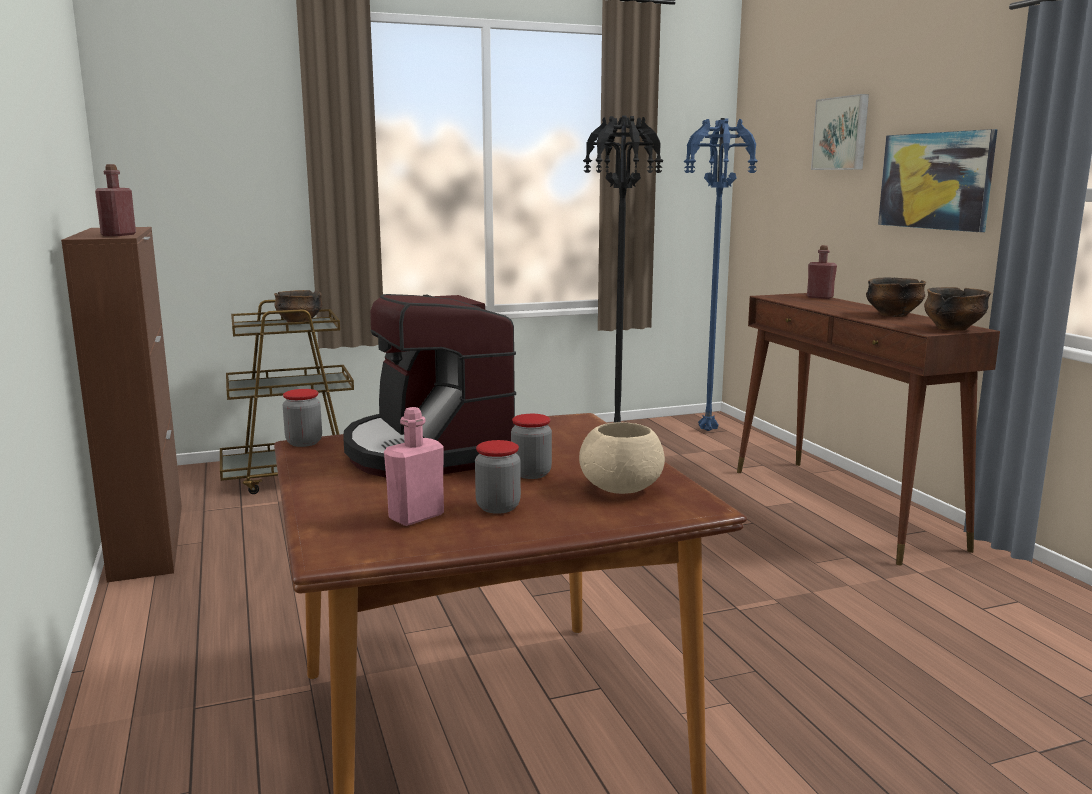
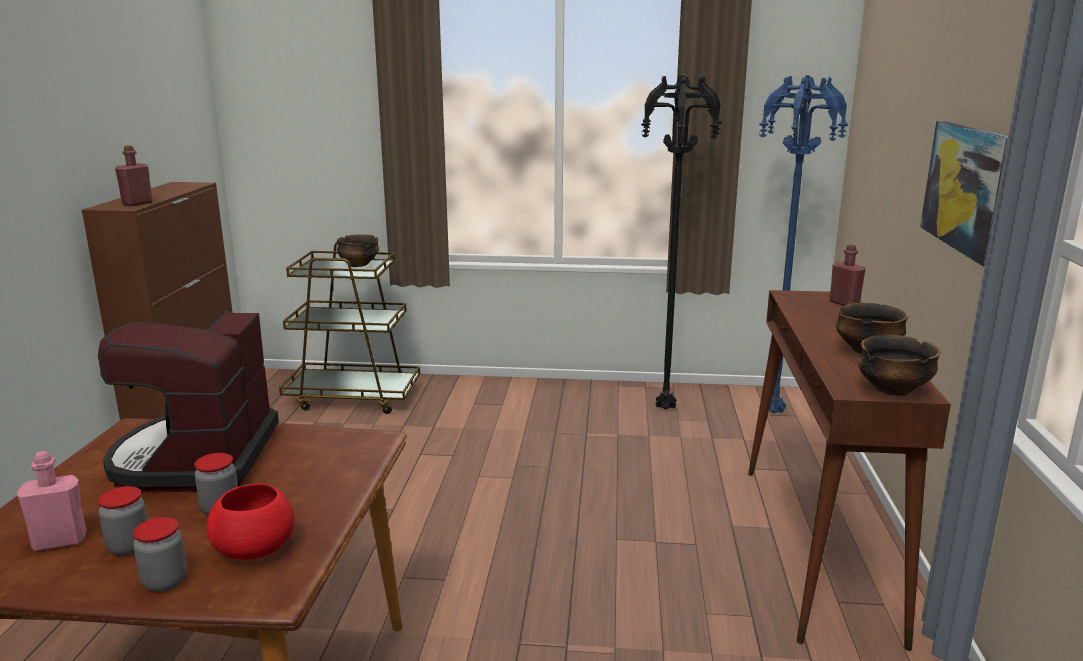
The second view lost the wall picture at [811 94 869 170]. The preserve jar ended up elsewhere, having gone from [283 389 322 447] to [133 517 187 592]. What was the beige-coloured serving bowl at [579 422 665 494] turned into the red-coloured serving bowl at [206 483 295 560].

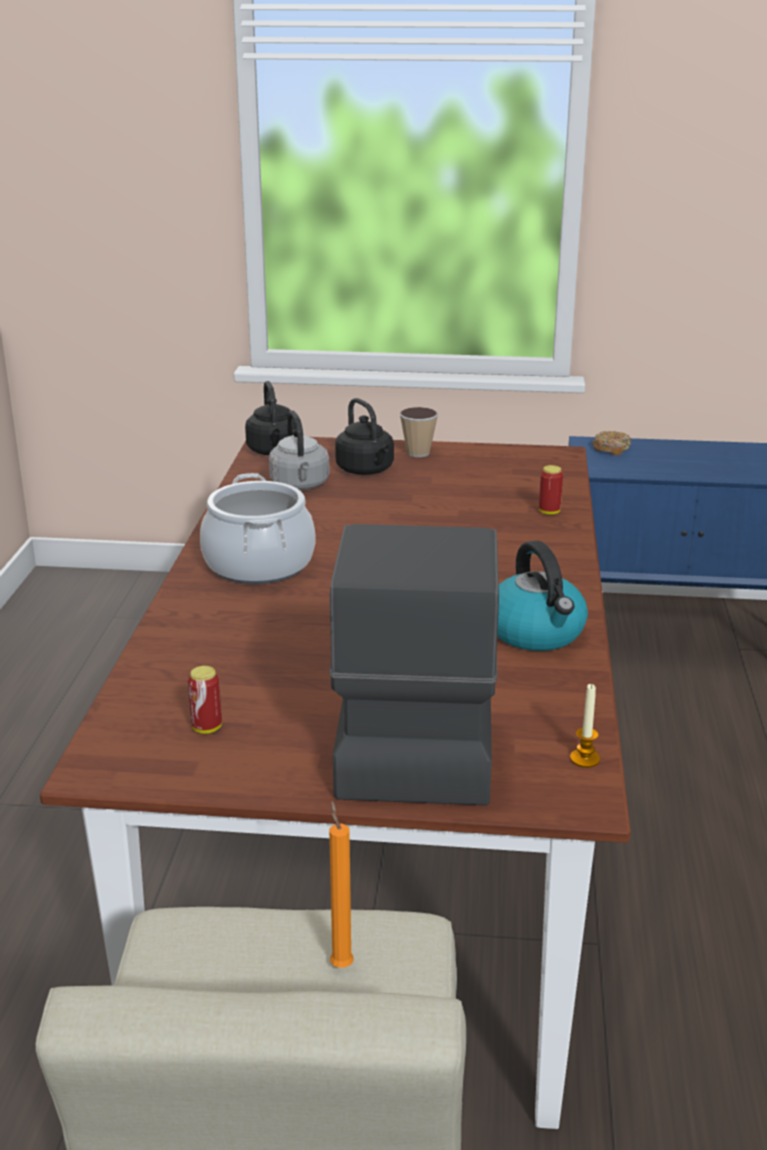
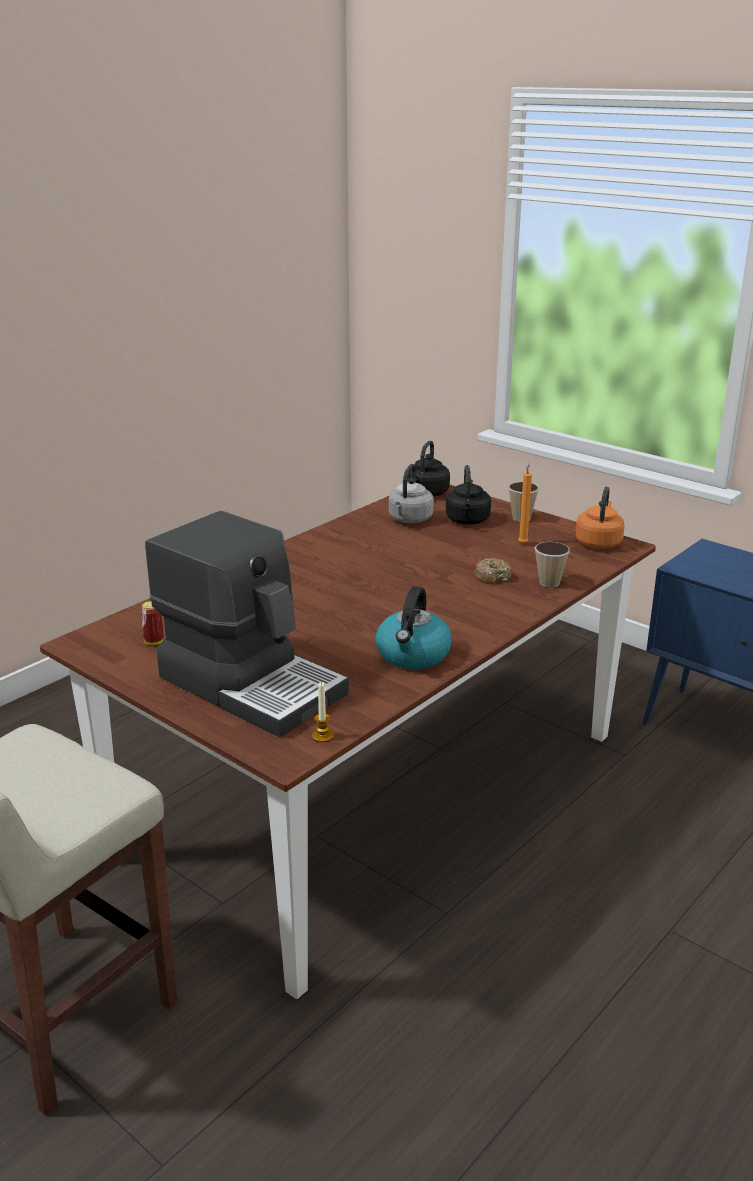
The second view lost the saucepot at [200 473 316 584]. The second view gained the orange water kettle at [575 487 625 549]. The orange candle ended up elsewhere, having gone from [329 801 354 968] to [518 463 532 544]. The ring doughnut ended up elsewhere, having gone from [593 431 631 456] to [474 558 512 584]. Where the can stood at [539 465 563 515], the small cup came to stand at [534 542 570 588]. The coffee brewer at [329 524 499 805] ended up facing another way, 90 degrees clockwise from before.

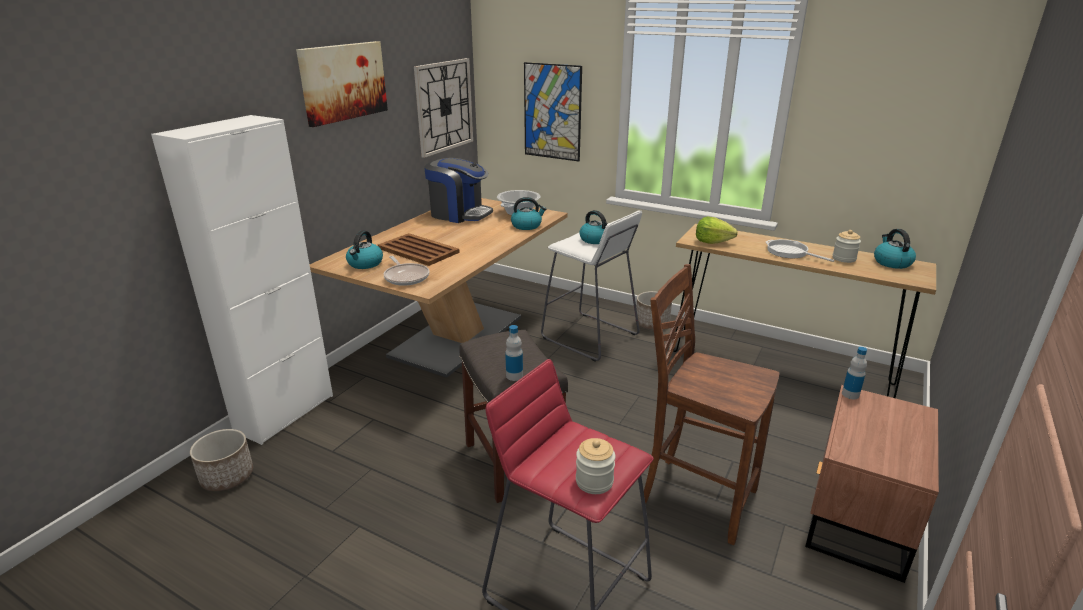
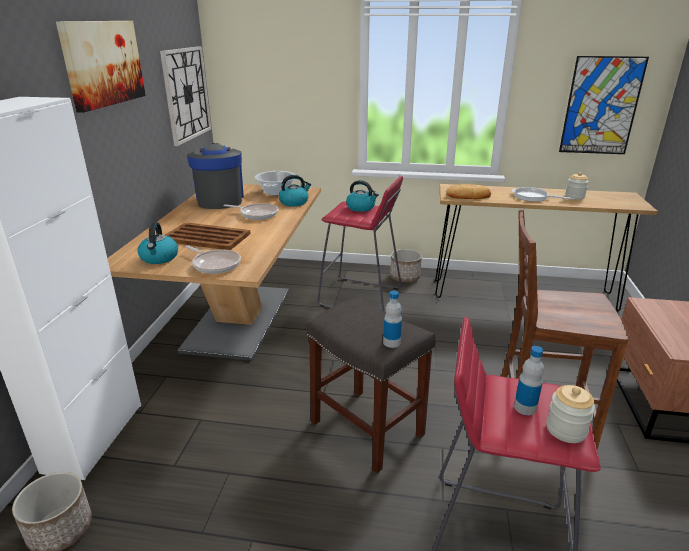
The second view lost the water kettle at [874 229 916 269]. The second view gained the skillet at [223 203 278 220]. The wall picture ended up elsewhere, having gone from [524 62 582 162] to [559 56 649 154]. The beverage bottle ended up elsewhere, having gone from [842 347 867 399] to [514 346 544 415]. Where the lettuce head stood at [696 217 738 244], the baked bread came to stand at [446 184 491 199]. What was the white-coloured sitting stool at [541 211 642 362] turned into the red-coloured sitting stool at [318 176 403 311]. The coffee brewer at [424 158 493 223] ended up facing another way, 105 degrees counterclockwise from before.

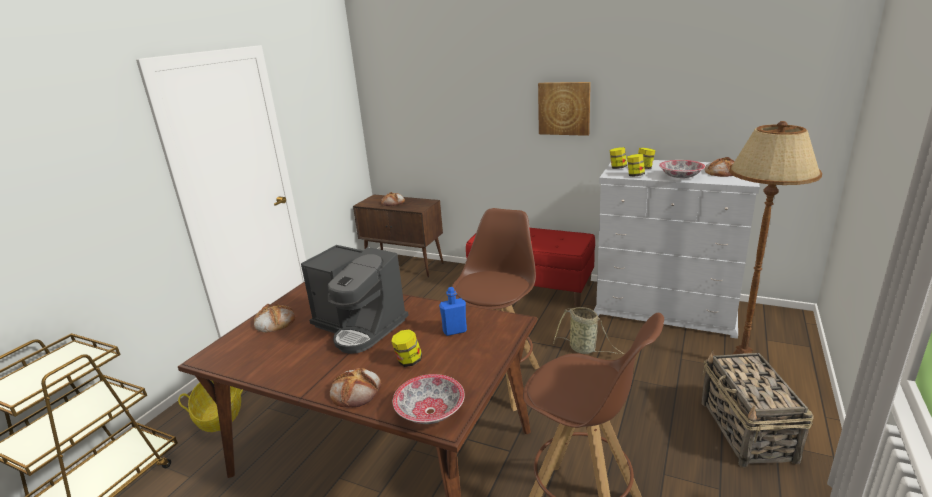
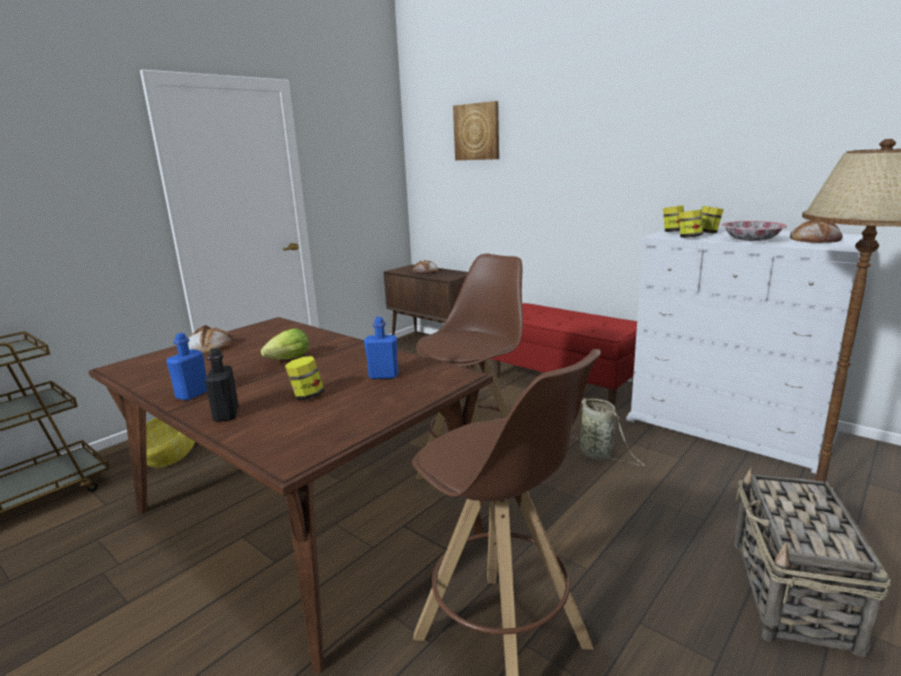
The second view lost the serving bowl at [393 374 465 424]. The second view gained the blue beverage bottle at [166 333 207 401]. The wall picture ended up elsewhere, having gone from [538 82 591 136] to [453 101 499 160]. Where the coffee brewer stood at [301 245 409 354], the lettuce head came to stand at [261 328 309 359]. Where the baked bread stood at [330 368 381 407], the black-coloured beverage bottle came to stand at [205 348 239 422].

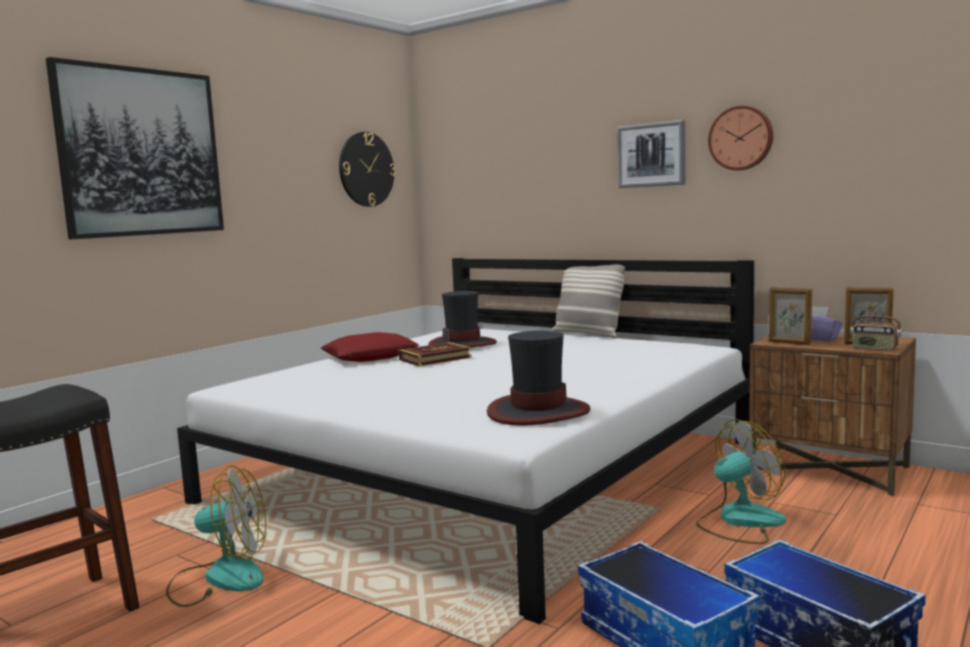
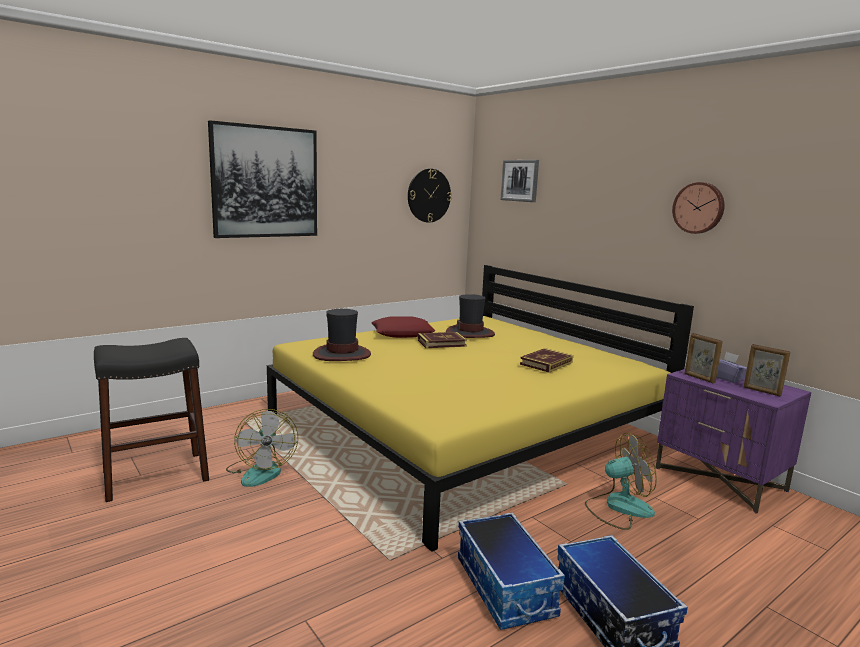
The second view lost the throw pillow at [552 264 625 338]. The second view lost the radio receiver at [850 302 902 351]. The second view gained the bound book at [520 348 573 373]. The hat ended up elsewhere, having gone from [487 330 590 426] to [313 309 371 361]. The wall picture ended up elsewhere, having gone from [617 120 685 188] to [501 160 539 202]. What was the white-coloured bedroom bed at [177 258 754 624] turned into the yellowish bedroom bed at [267 265 694 552]. What was the brown bedside table at [749 333 916 496] turned into the purple bedside table at [655 369 811 514]. The fan at [166 466 266 607] ended up facing another way, 60 degrees clockwise from before.

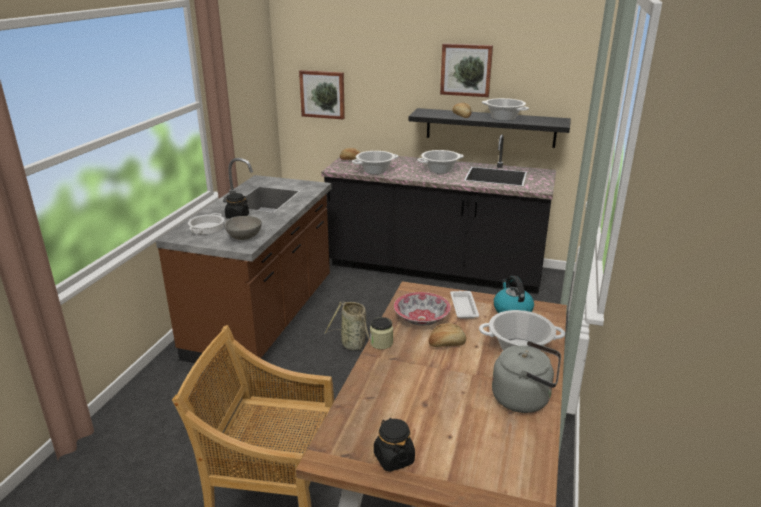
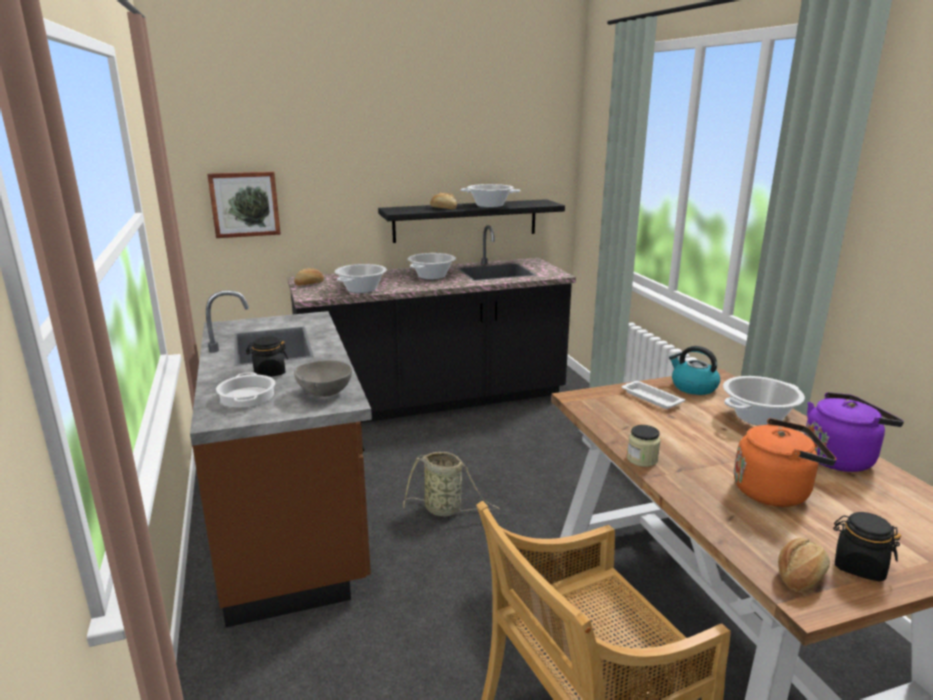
The second view lost the serving bowl at [394 292 451 326]. The second view lost the wall picture at [440 43 493 97]. The second view gained the orange water kettle at [734 418 836 507]. The baked bread ended up elsewhere, having gone from [429 323 466 347] to [778 538 830 591]. What was the greyish water kettle at [492 341 561 413] turned into the purple water kettle at [805 392 904 472].

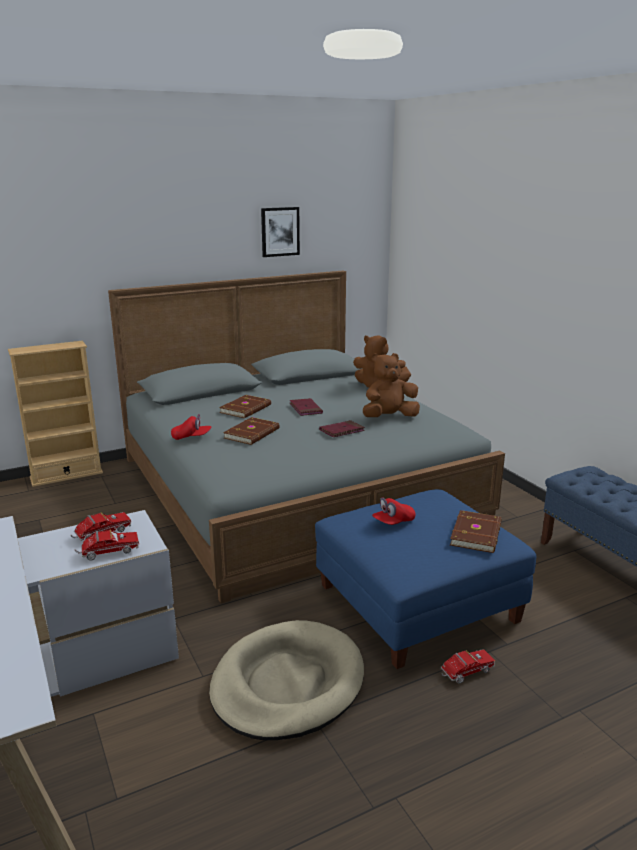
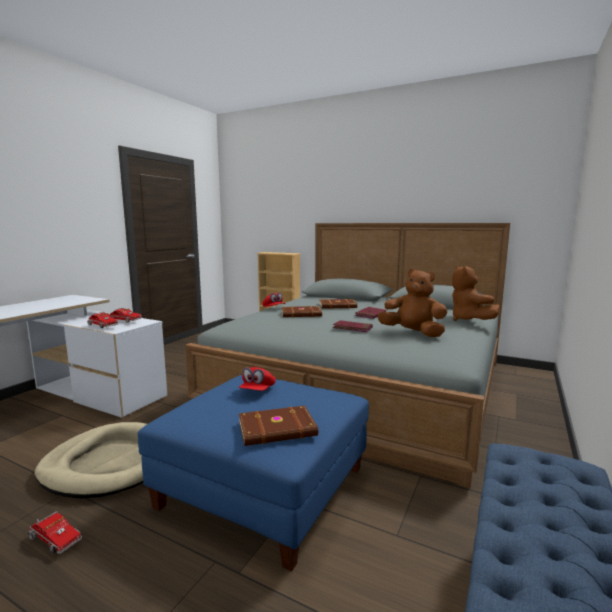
The second view lost the wall picture at [261 207 300 257]. The toy truck ended up elsewhere, having gone from [441 650 495 684] to [28 511 82 554]. The red-coloured cap at [372 498 416 525] ended up facing another way, 90 degrees counterclockwise from before.

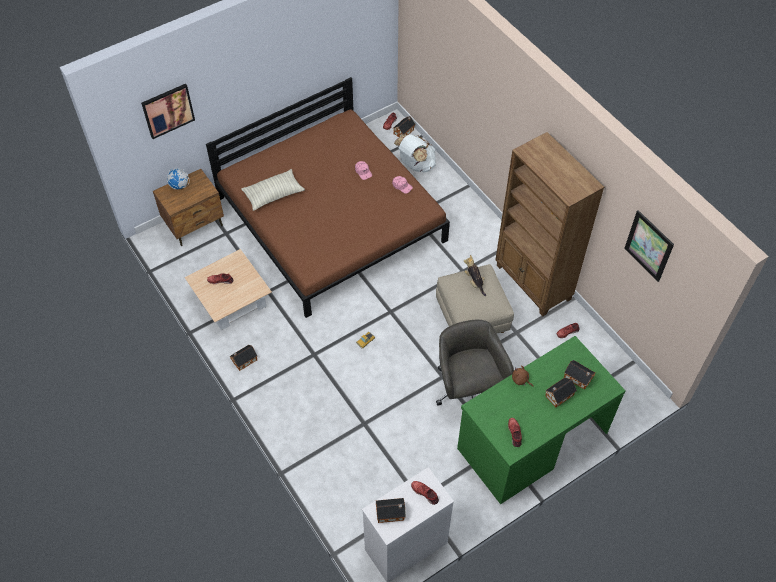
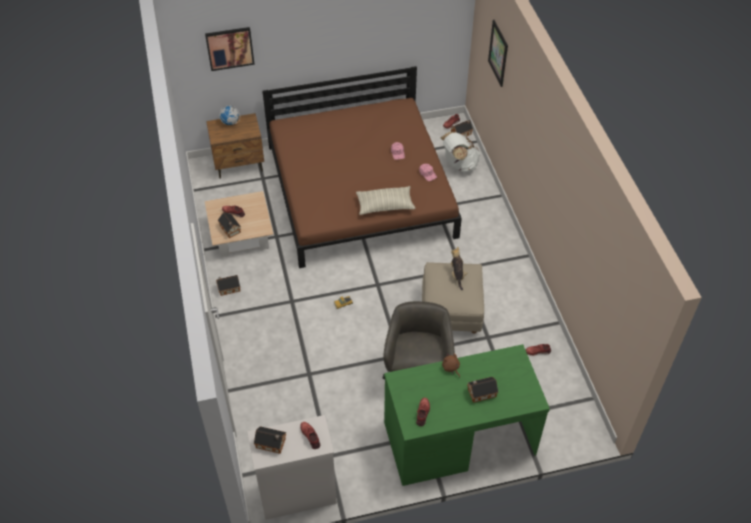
The second view lost the brown bookcase at [495 132 604 316]. The throw pillow ended up elsewhere, having gone from [241 169 305 211] to [356 186 416 215]. The toy house ended up elsewhere, having gone from [564 360 595 390] to [218 212 241 238]. The wall picture ended up elsewhere, having gone from [624 210 674 282] to [488 20 508 87].

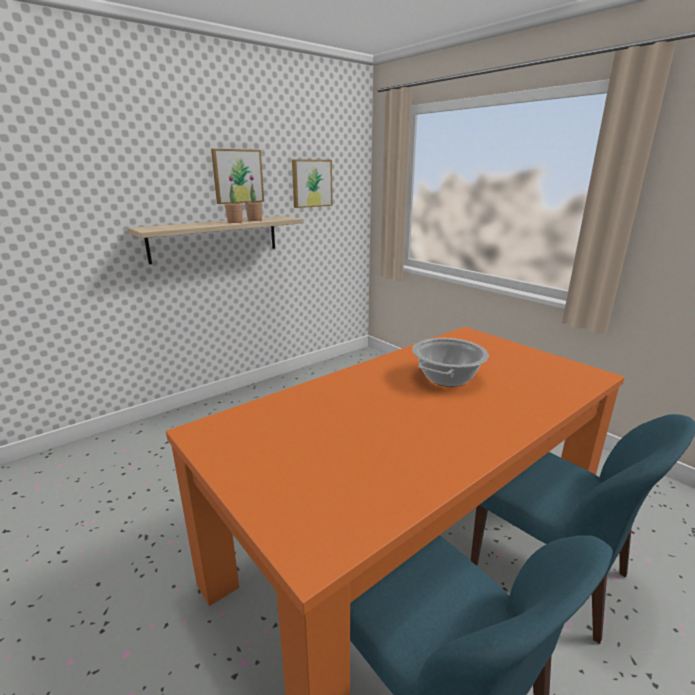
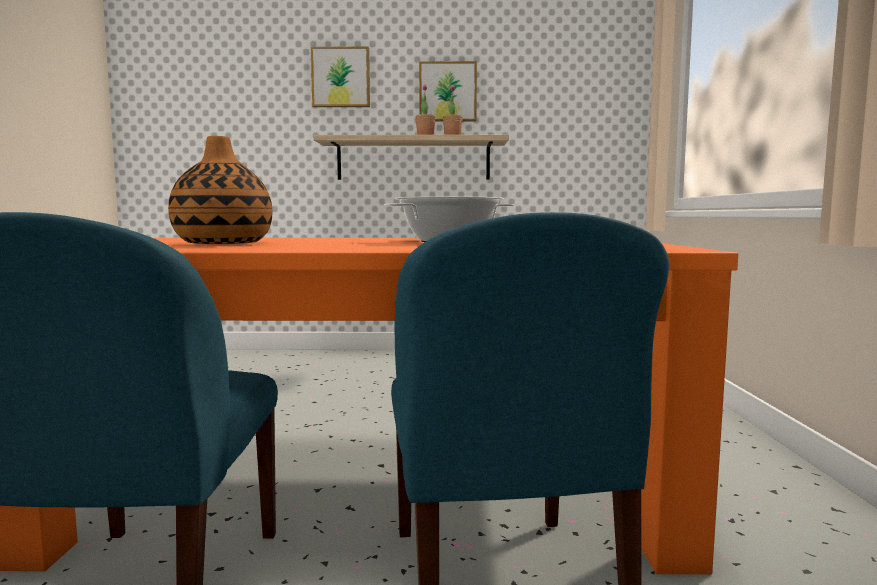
The second view gained the flower vase at [168 136 272 244]. The wall picture ended up elsewhere, having gone from [292 159 333 208] to [311 47 370 107].

